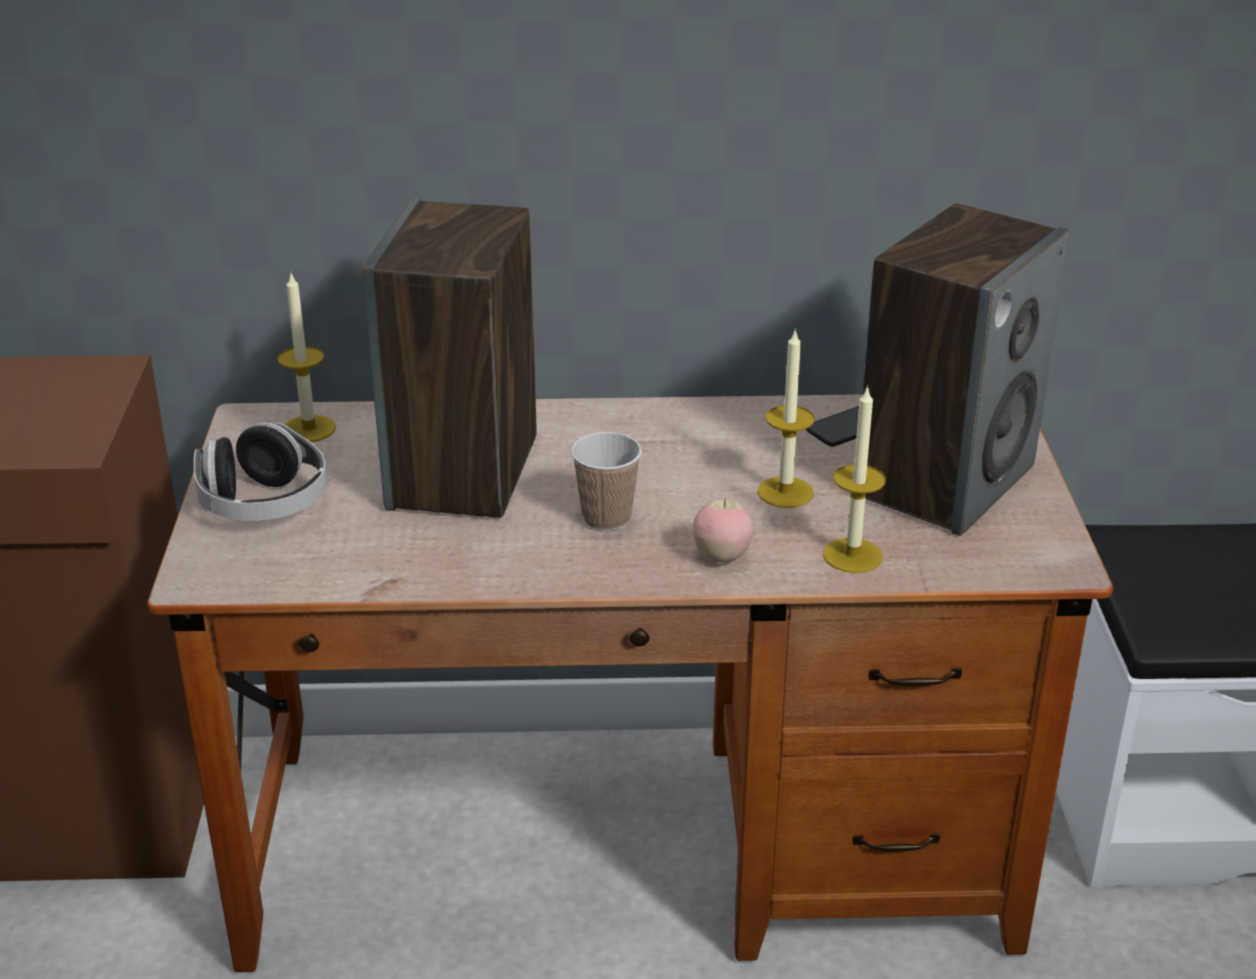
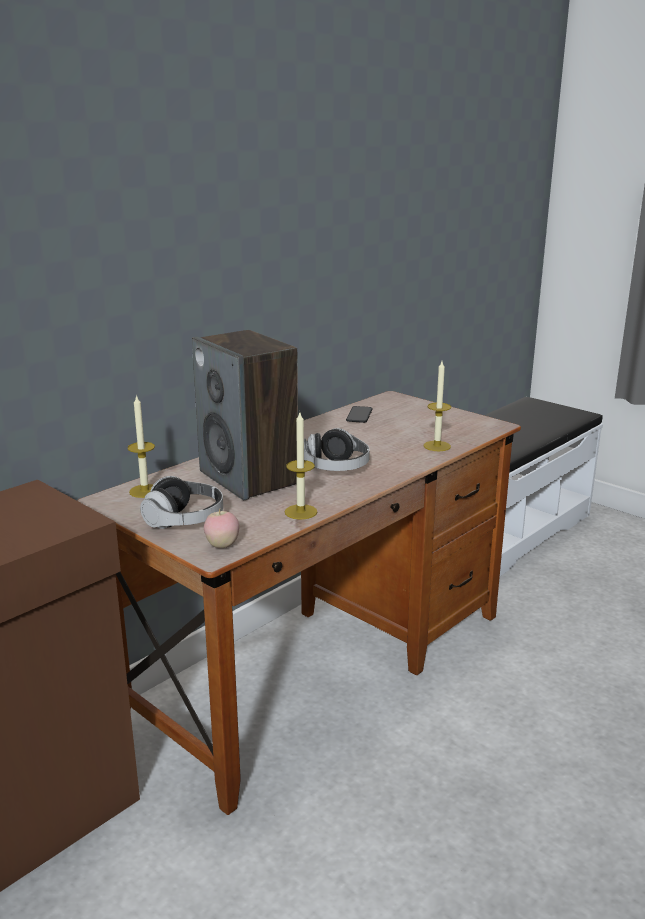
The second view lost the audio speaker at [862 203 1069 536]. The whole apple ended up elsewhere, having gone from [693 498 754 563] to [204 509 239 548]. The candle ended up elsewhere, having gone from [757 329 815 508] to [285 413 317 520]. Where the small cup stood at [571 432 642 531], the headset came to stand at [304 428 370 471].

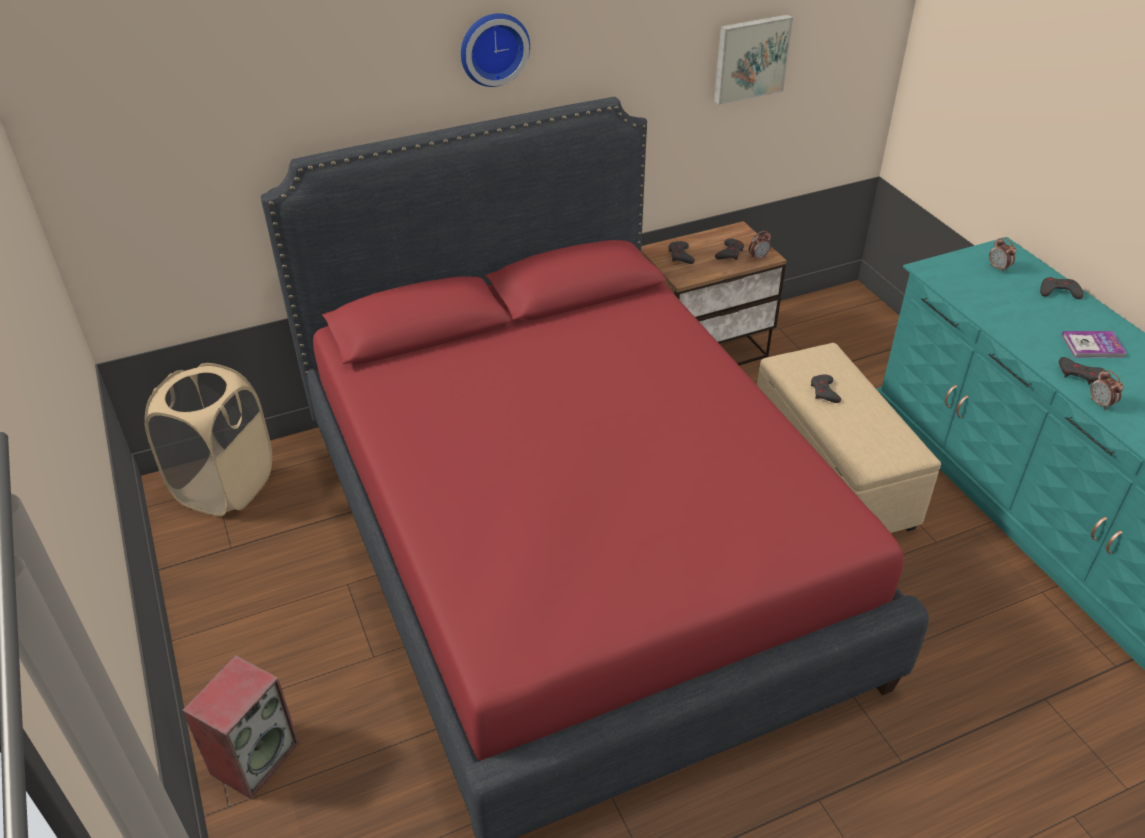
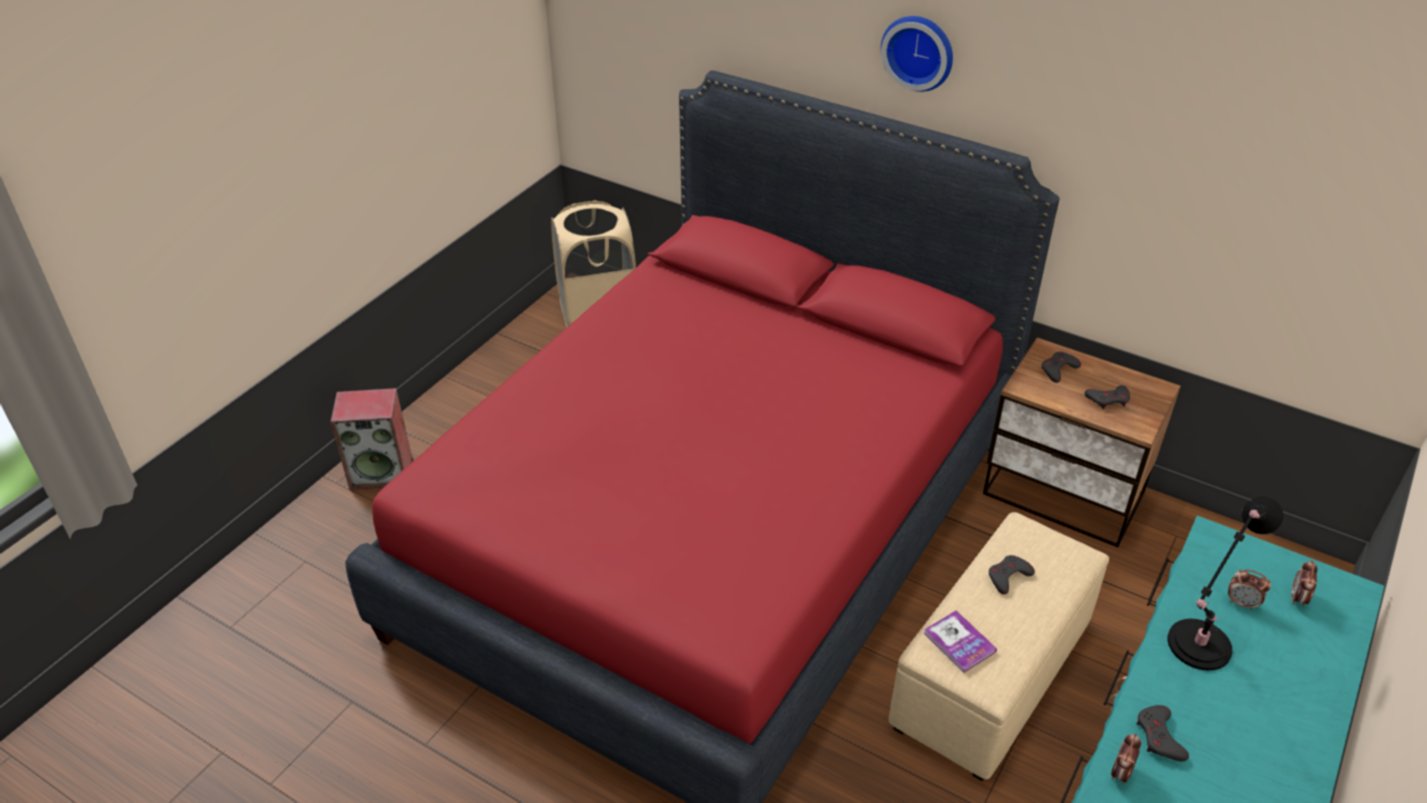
The second view lost the wall picture at [714 14 793 105]. The second view lost the greyish game controller at [1040 277 1083 299]. The second view gained the black-coloured table lamp at [1167 496 1283 671]. The bedside clock ended up elsewhere, having gone from [749 231 771 261] to [1228 569 1271 611]. The bound book ended up elsewhere, having gone from [1062 331 1127 358] to [923 610 997 673].

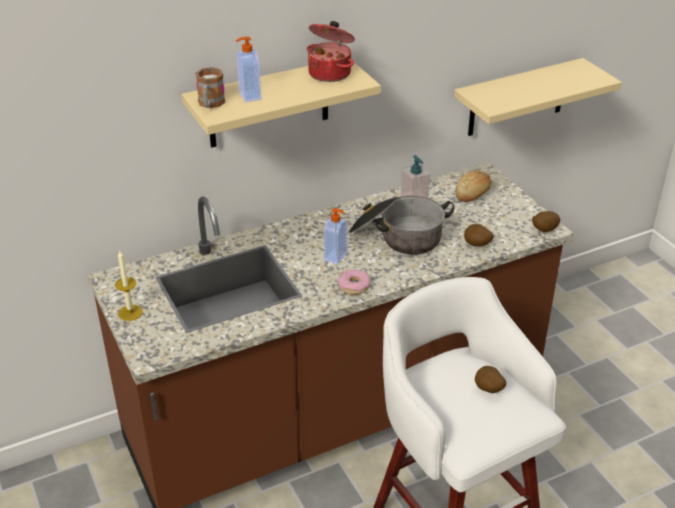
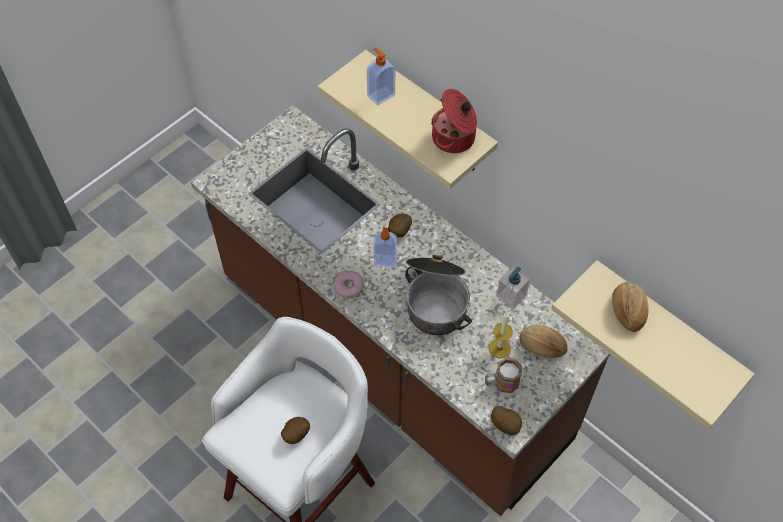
The second view gained the baked bread at [612 282 649 332]. The candle ended up elsewhere, having gone from [115 251 143 321] to [489 312 513 358]. The mug ended up elsewhere, having gone from [195 67 225 108] to [485 358 522 393]. The whole potato ended up elsewhere, having gone from [464 224 493 246] to [388 213 412 237].

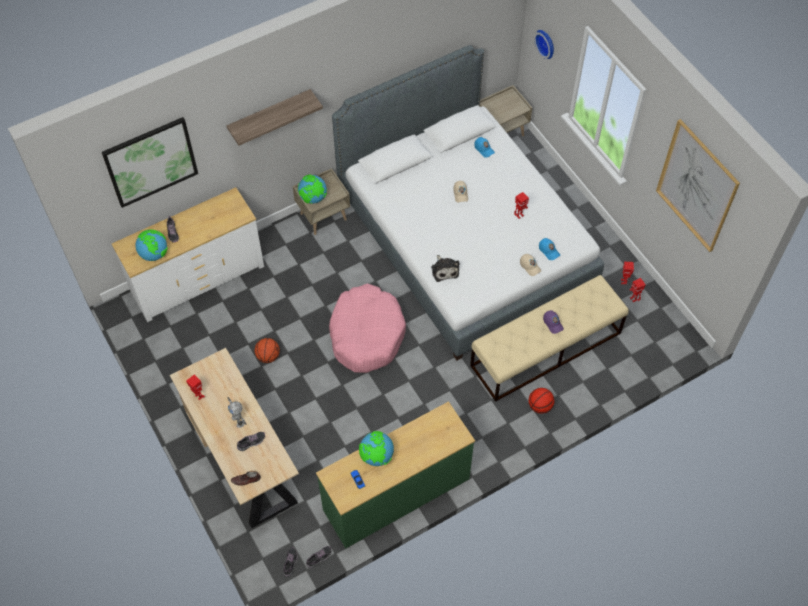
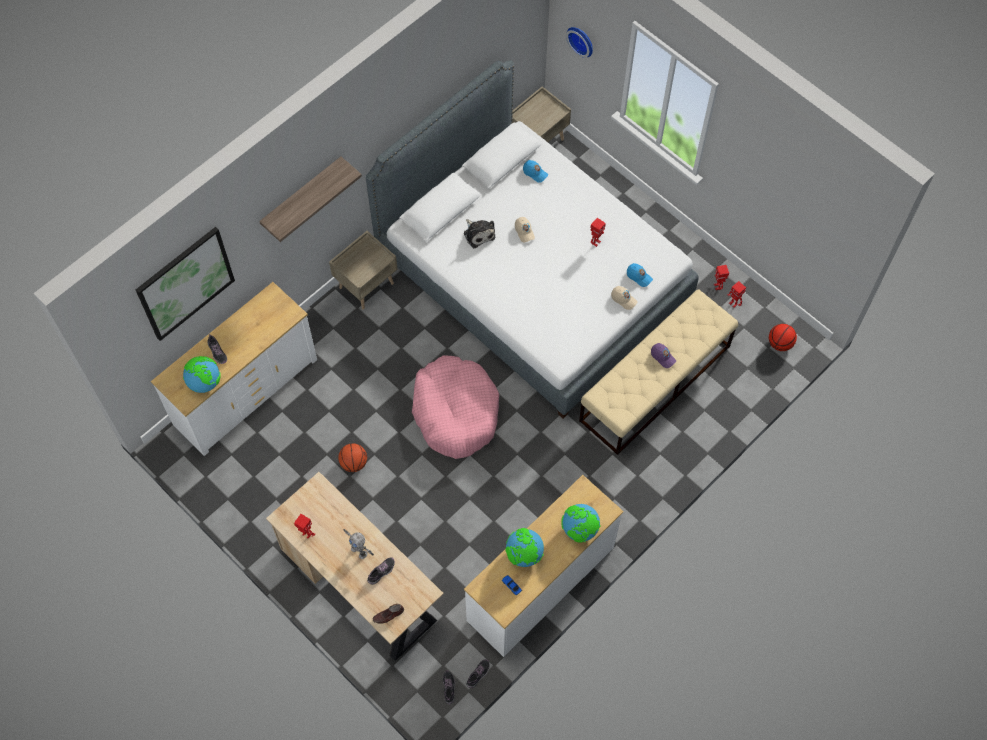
The second view lost the wall picture at [656 119 740 252]. The desk globe ended up elsewhere, having gone from [298 174 327 204] to [561 504 601 543]. The plush toy ended up elsewhere, having gone from [431 255 459 282] to [464 219 495 248]. The ball for basketball ended up elsewhere, having gone from [529 388 554 414] to [769 324 797 351]. What was the greenish chest of drawers at [316 401 475 548] turned into the white-coloured chest of drawers at [464 475 623 657].

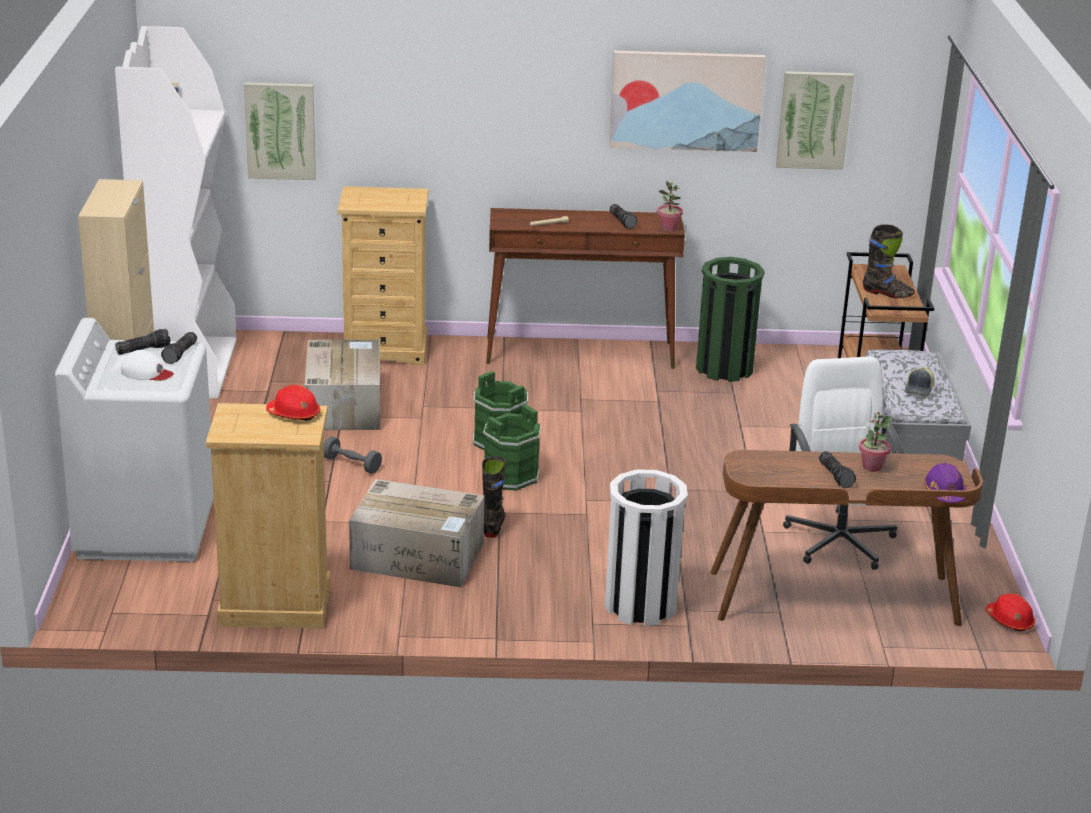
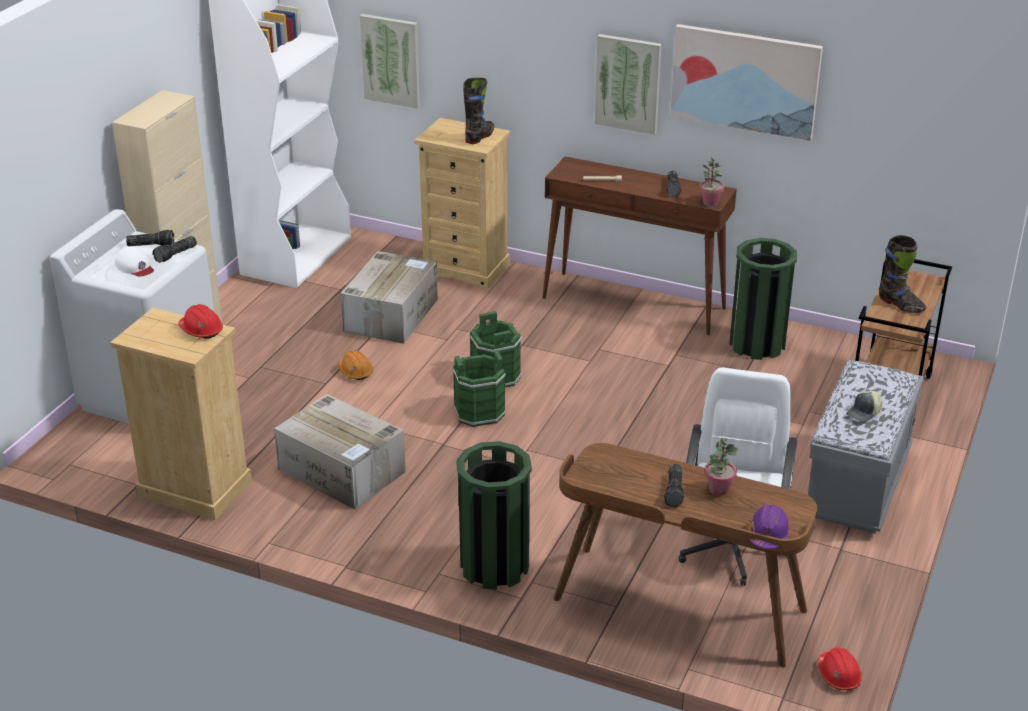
The black-coloured tall boot ended up elsewhere, having gone from [482 456 506 538] to [463 78 494 144]. The wall picture ended up elsewhere, having gone from [776 71 854 170] to [595 34 662 135]. Where the greyish free weight stood at [324 436 382 474], the orange work helmet came to stand at [338 350 373 380]. What was the white-coloured waste bin at [605 469 688 626] turned into the greenish waste bin at [456 441 532 590].

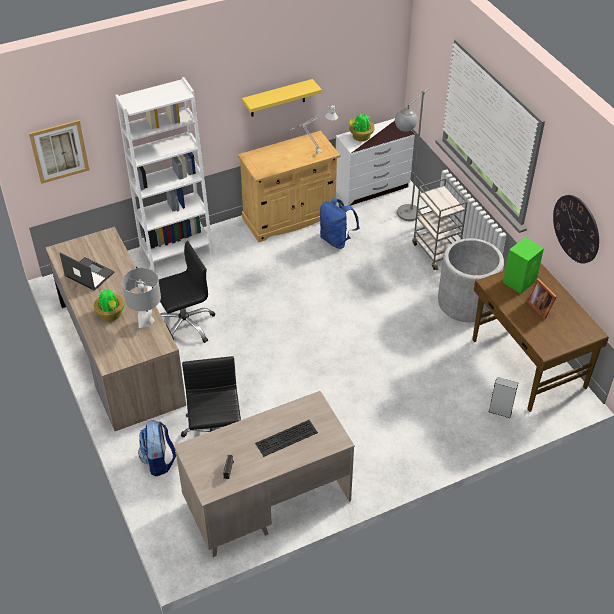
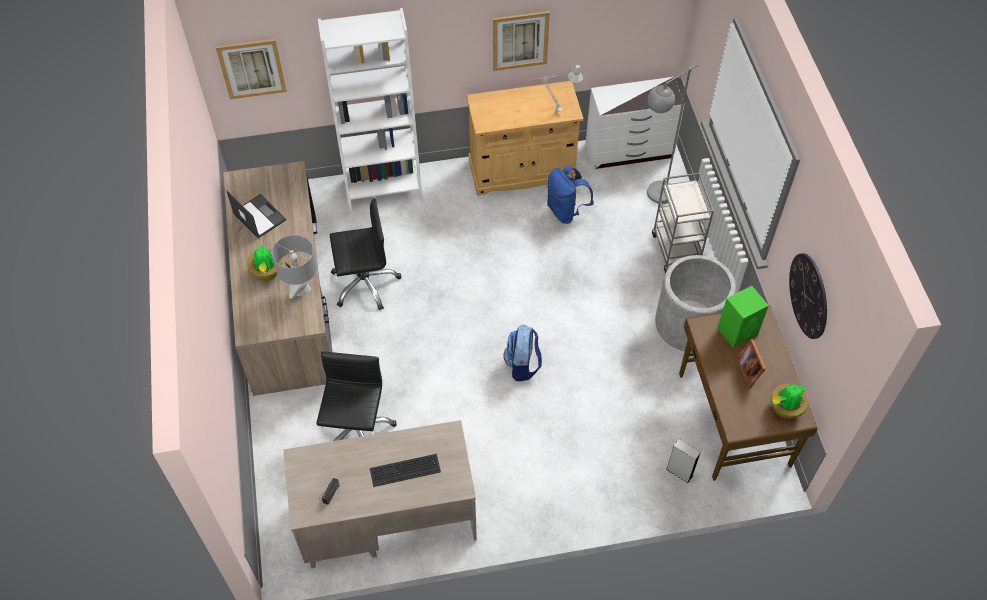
The rucksack ended up elsewhere, having gone from [138 420 176 476] to [503 325 542 381]. The plant in a pot ended up elsewhere, having gone from [349 112 374 141] to [771 384 809 419]. Where the yellowish bracket shelf hung at [242 79 322 117], the wall picture came to hang at [493 11 550 71].

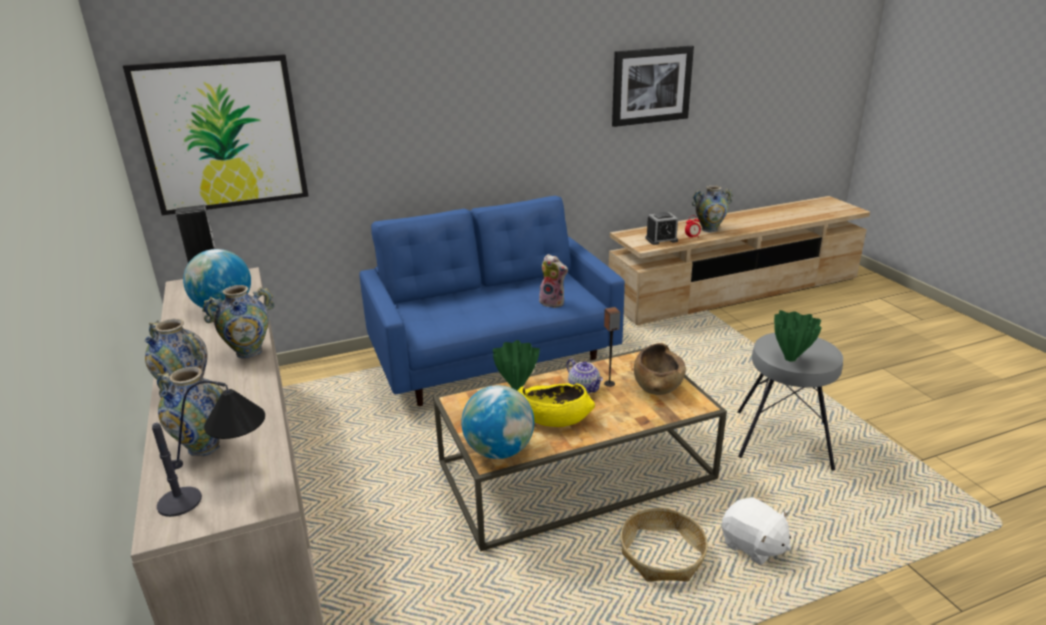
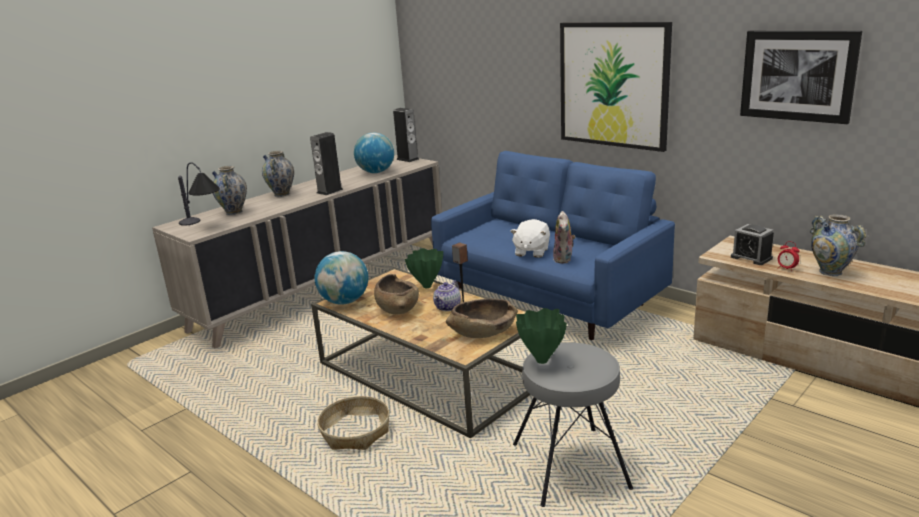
The wall picture ended up elsewhere, having gone from [123 54 309 215] to [560 22 672 152]. The white-coloured plush toy ended up elsewhere, having gone from [722 497 791 565] to [510 219 550 258]. Where the flower vase stood at [202 285 275 359], the audio speaker came to stand at [310 132 343 195]. What was the yellowish serving bowl at [518 383 595 427] turned into the brown serving bowl at [374 274 419 315].

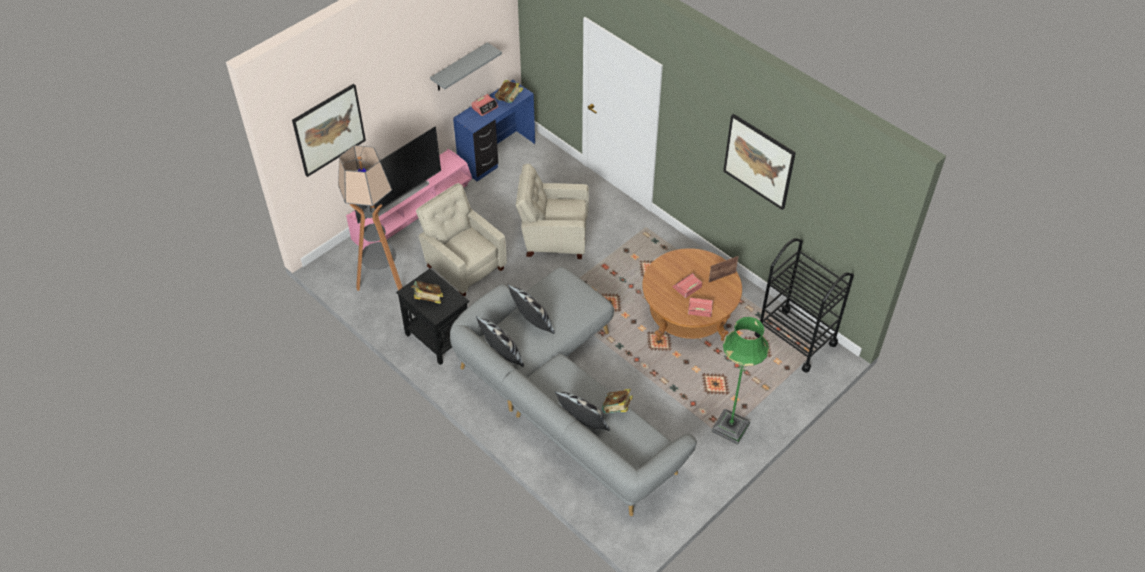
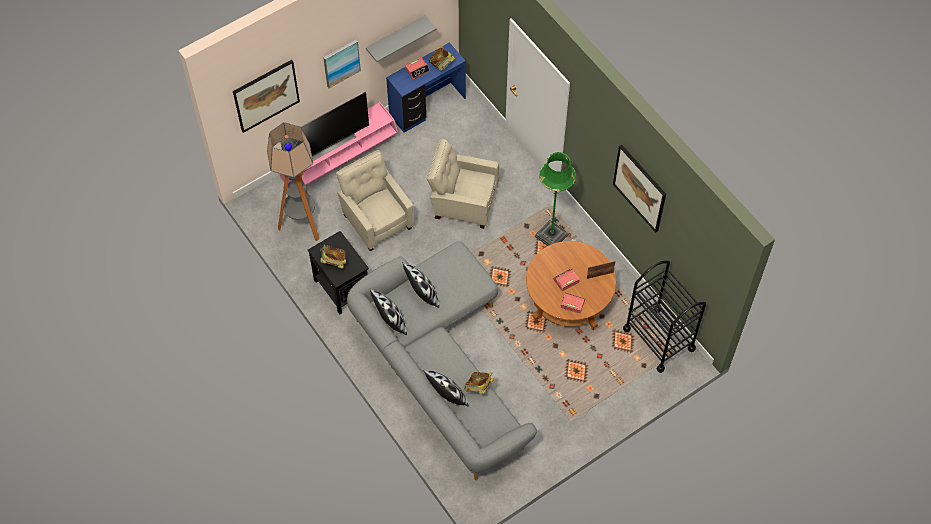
The second view gained the wall picture at [323 40 361 88]. The greenish standing lamp ended up elsewhere, having gone from [711 317 769 445] to [535 152 576 246].

